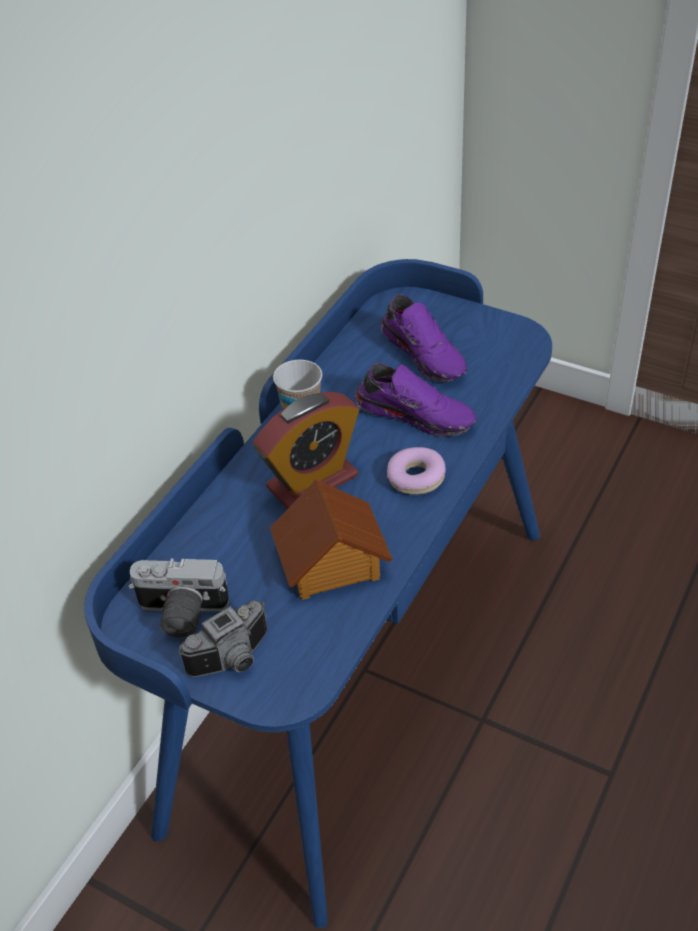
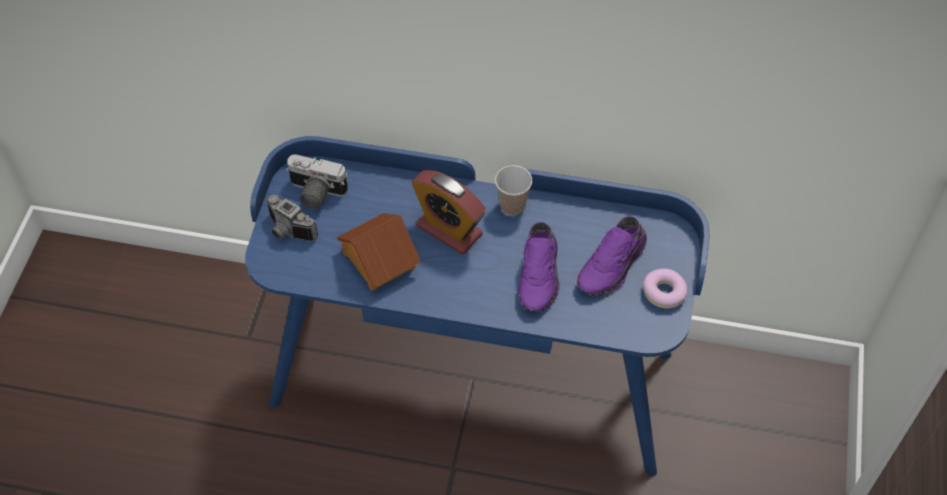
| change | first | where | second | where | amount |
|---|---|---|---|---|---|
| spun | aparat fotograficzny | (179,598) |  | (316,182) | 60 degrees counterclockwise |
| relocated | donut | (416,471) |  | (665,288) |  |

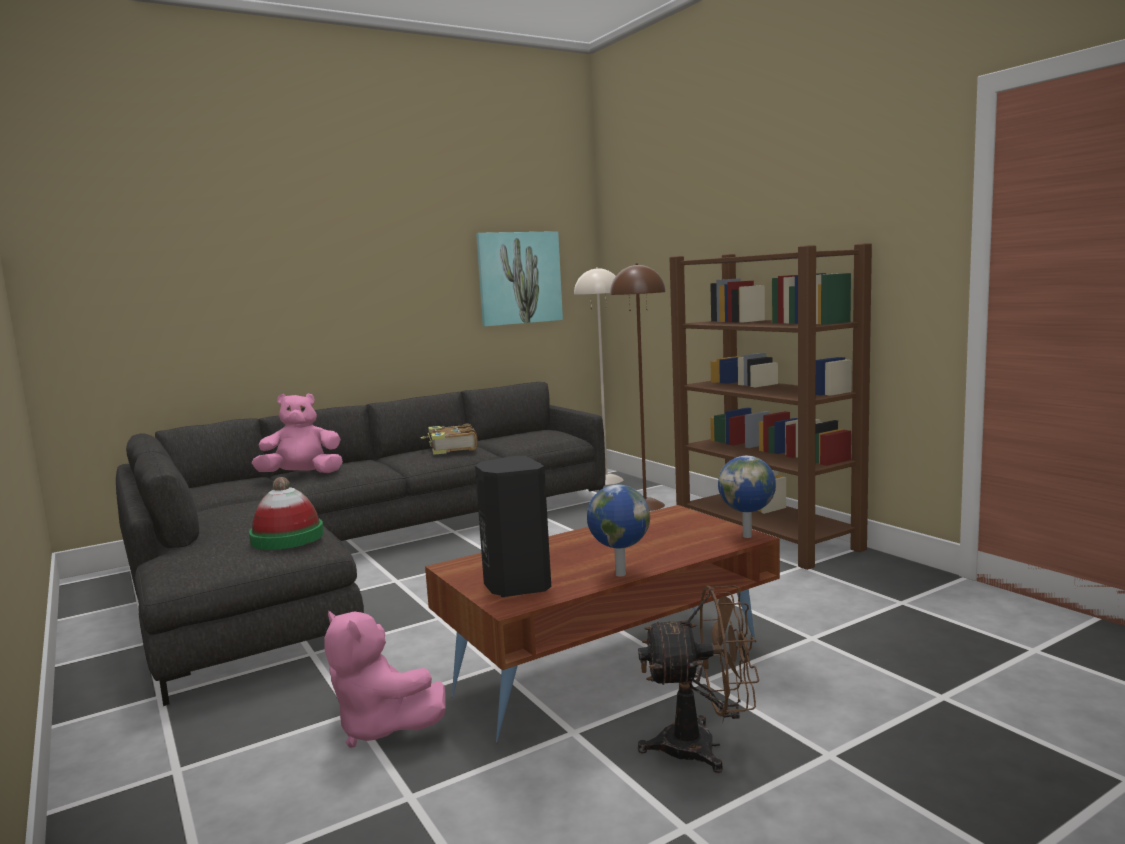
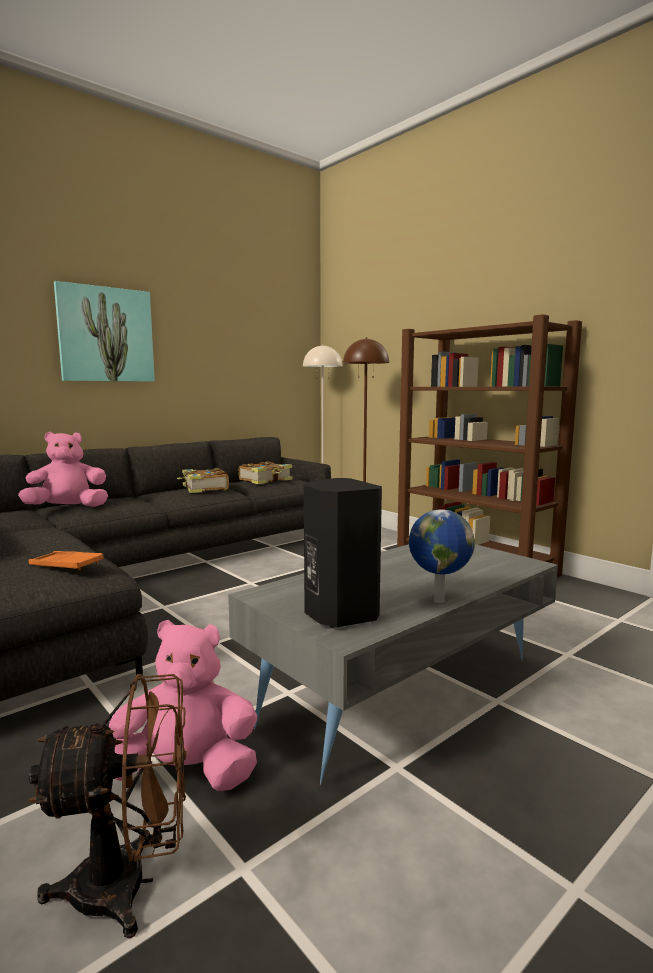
| change | first | where | second | where | amount |
|---|---|---|---|---|---|
| exchanged | kapelusz | (286,513) | taca (pomarańczowy) | (66,560) |  |
| relocated | wentylator (brązowy) | (698,679) |  | (107,806) |  |
| relocated | obraz | (519,278) |  | (104,331) |  |
| spun | pluszak (różowy) | (385,679) |  | (183,705) | 150 degrees clockwise |
| colour | ława (brązowy) | (602,624) | ława (szary) | (393,665) |  |
| appeared |  |  | książka | (265,472) |  |
| missing | globus | (747,497) |  |  |  |

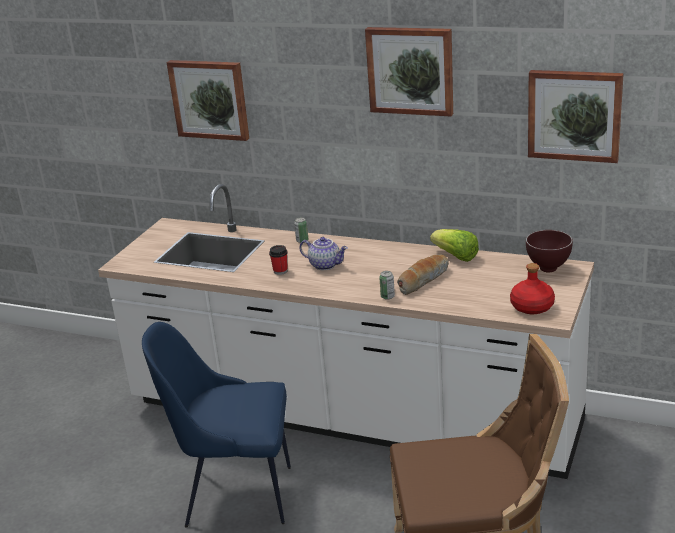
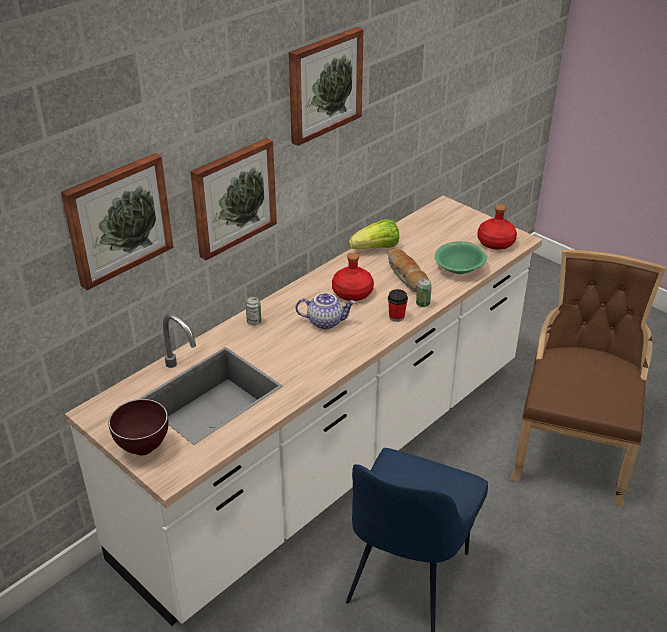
| change | first | where | second | where | amount |
|---|---|---|---|---|---|
| relocated | miska (brązowy) | (549,251) |  | (138,427) |  |
| relocated | obraz | (576,116) |  | (233,199) |  |
| spun | imbryk | (323,253) |  | (325,311) | 45 degrees clockwise |
| appeared |  |  | butelka (czerwony) | (353,277) |  |
| relocated | filiżanka | (278,260) |  | (398,305) |  |
| appeared |  |  | miska (zielony) | (461,257) |  |

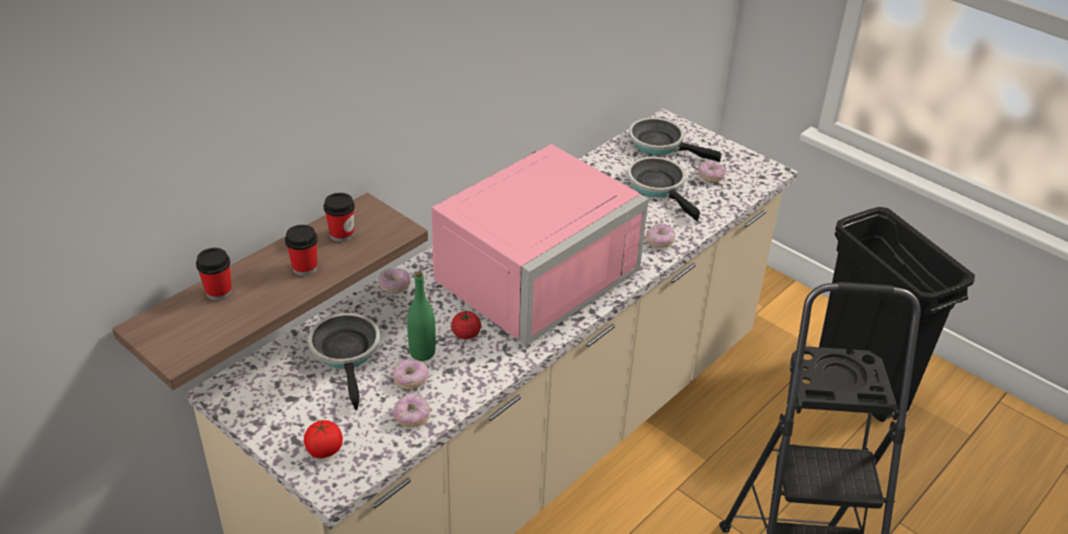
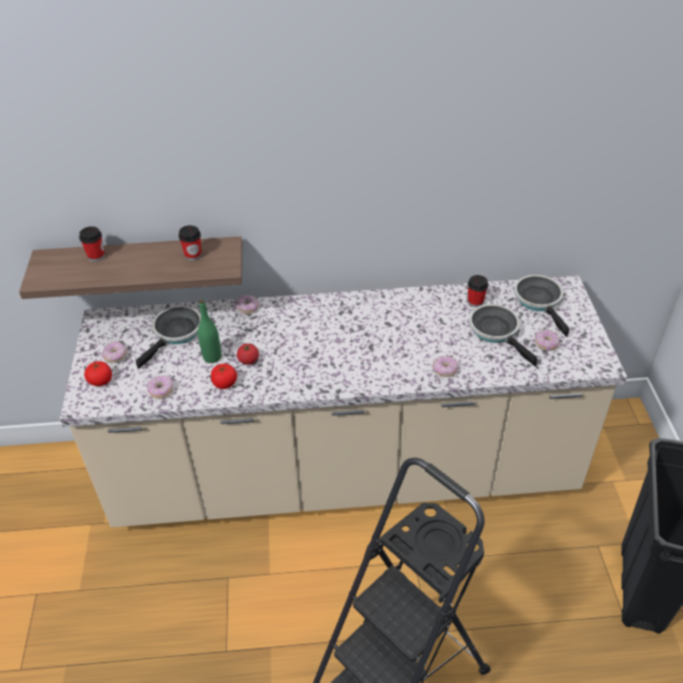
| change | first | where | second | where | amount |
|---|---|---|---|---|---|
| relocated | donut | (410,374) |  | (114,352) |  |
| appeared |  |  | pomidor | (224,376) |  |
| relocated | filiżanka | (301,250) |  | (478,291) |  |
| spun | patelnia | (663,189) |  | (503,335) | 45 degrees counterclockwise |
| missing | mikrofalówka (różowy) | (540,244) |  |  |  |

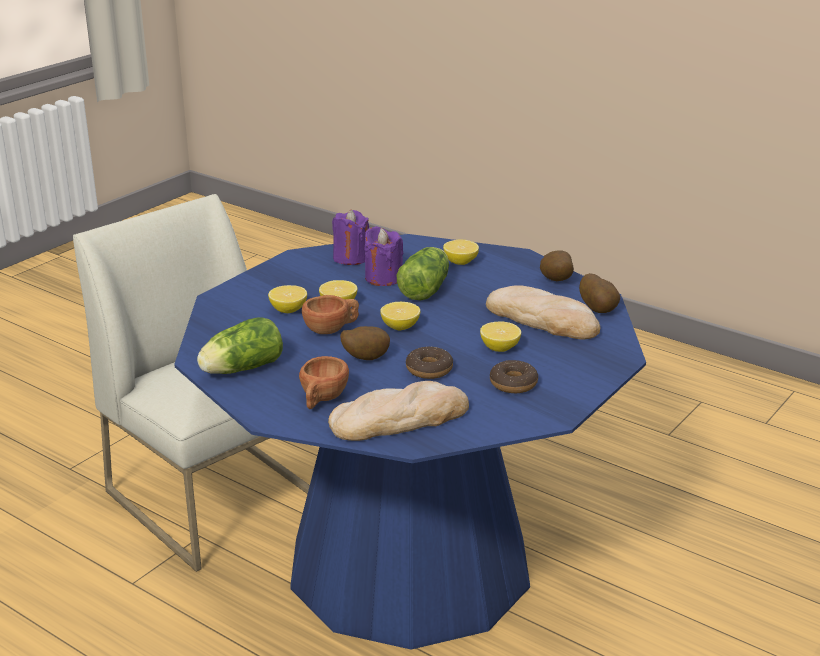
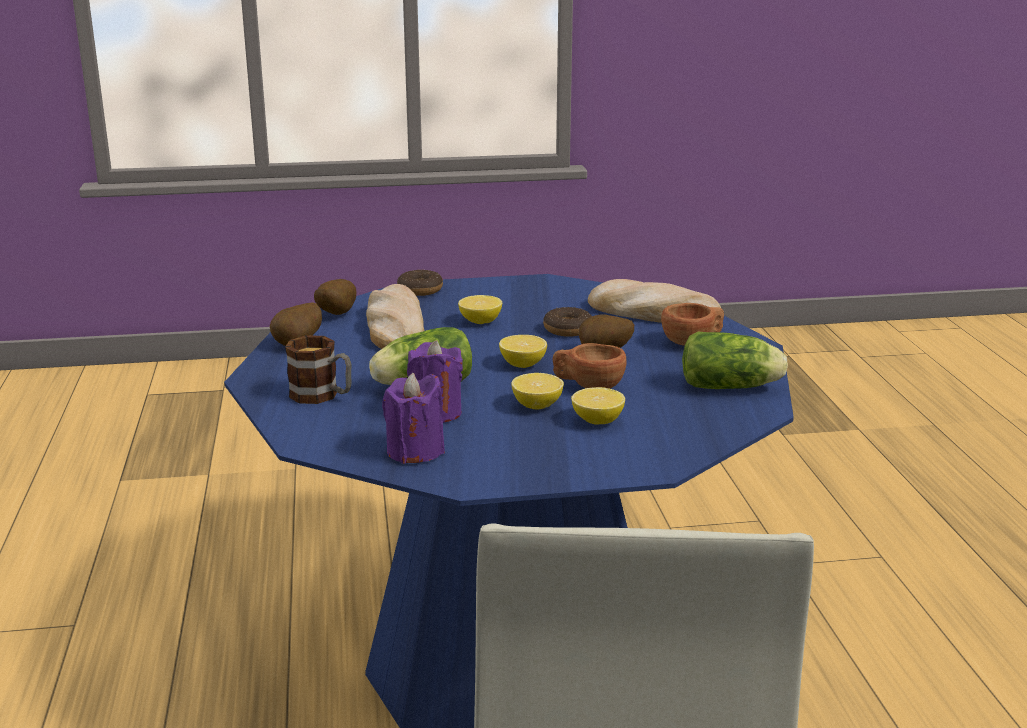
| change | first | where | second | where | amount |
|---|---|---|---|---|---|
| exchanged | cytryna | (461,252) | kubek | (318,369) |  |
| relocated | donut | (514,376) |  | (420,283) |  |

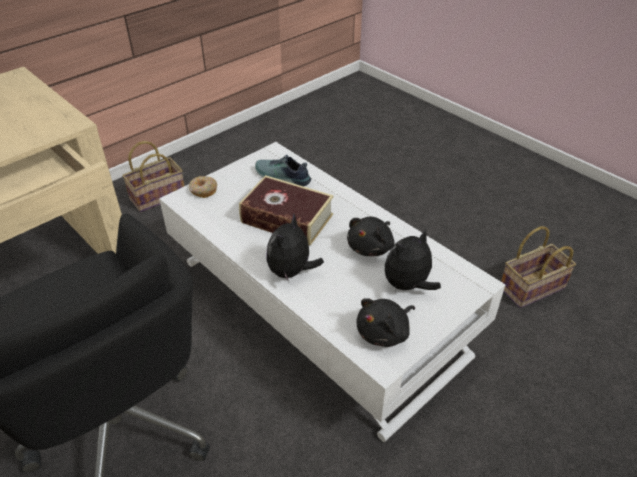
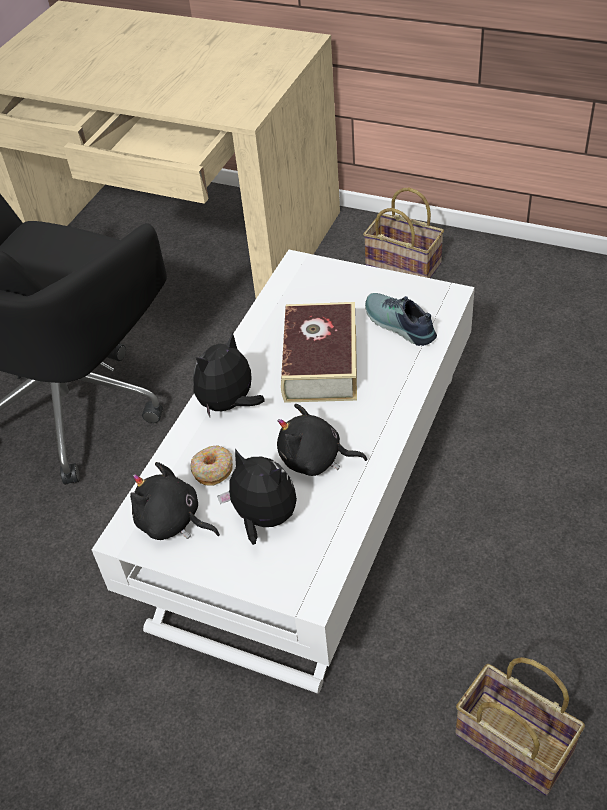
| change | first | where | second | where | amount |
|---|---|---|---|---|---|
| relocated | donut | (203,187) |  | (211,465) |  |
| spun | pluszak | (295,248) |  | (229,374) | 45 degrees counterclockwise |
| spun | but | (283,171) |  | (401,319) | 45 degrees counterclockwise |

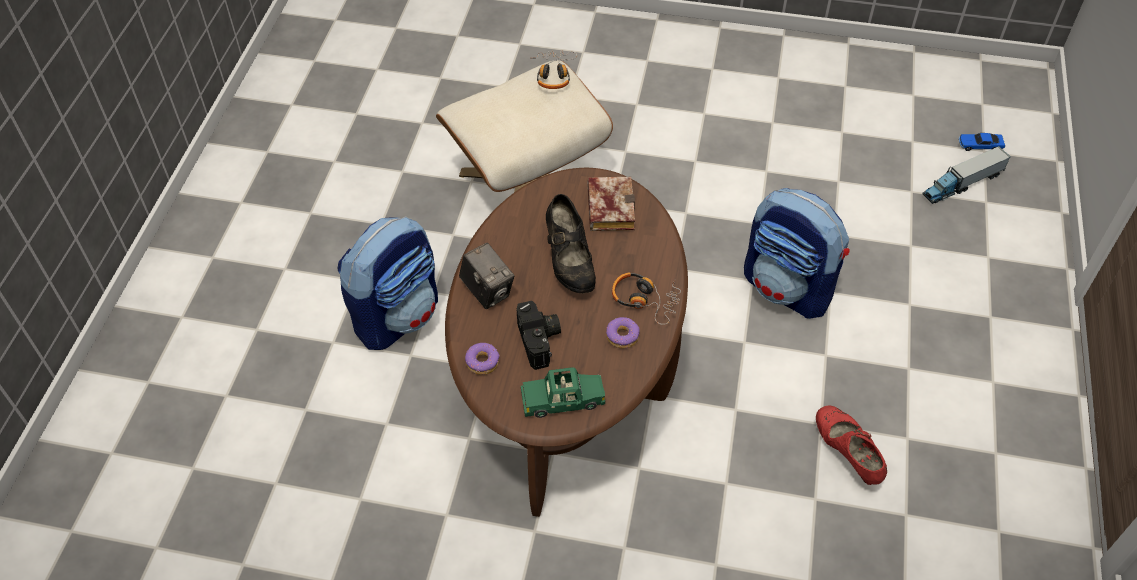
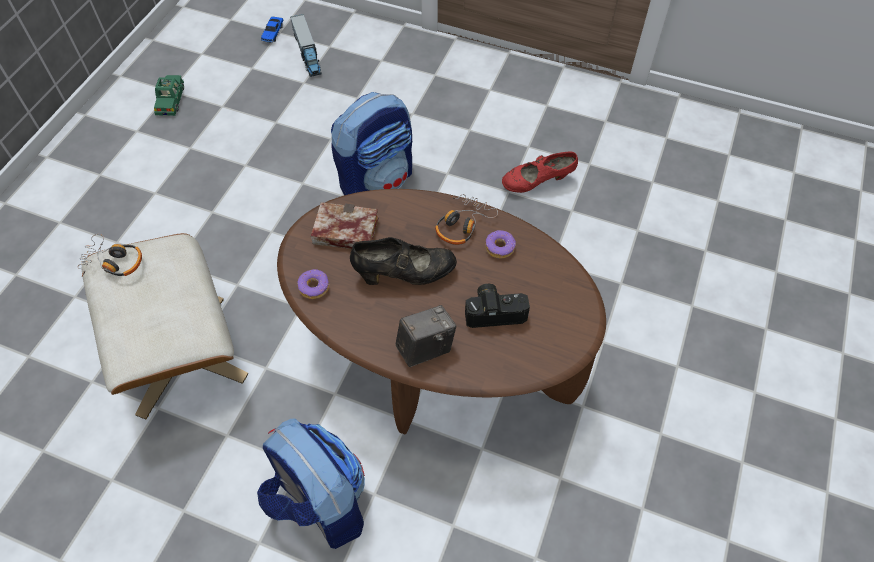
| change | first | where | second | where | amount |
|---|---|---|---|---|---|
| relocated | samochodzik (zielony) | (563,392) |  | (169,95) |  |
| relocated | donut | (482,359) |  | (313,284) |  |

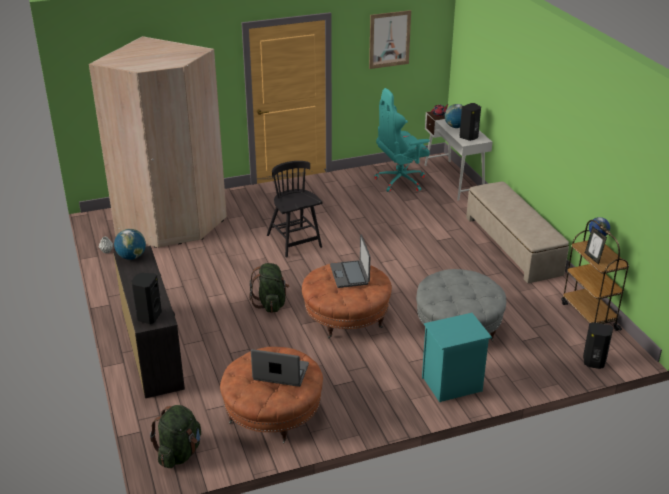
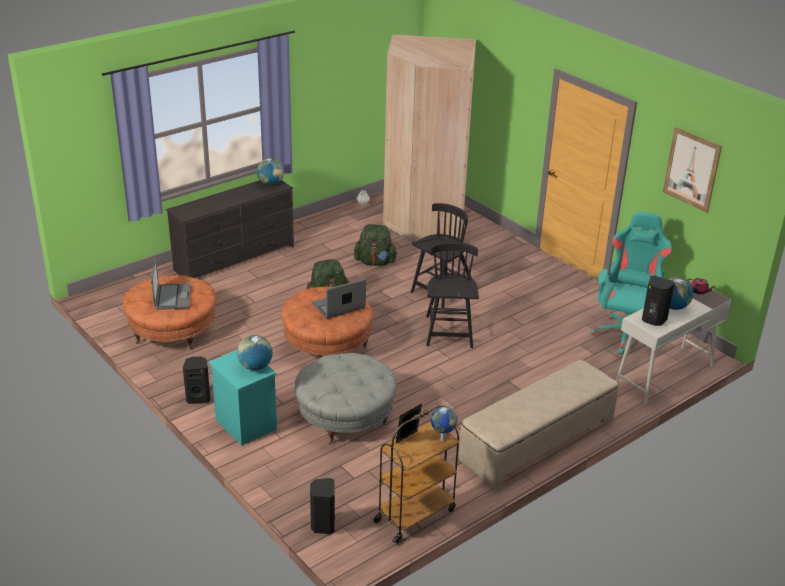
| change | first | where | second | where | amount |
|---|---|---|---|---|---|
| relocated | głośnik (czarny) | (146,298) |  | (197,380) |  |
| appeared |  |  | globus | (255,352) |  |
| relocated | plecak (zielony) | (175,436) |  | (375,245) |  |
| appeared |  |  | krzesło (czarny) | (452,295) |  |
| spun | krzesło biurowe (turkusowy) | (402,140) |  | (632,283) | 60 degrees clockwise |

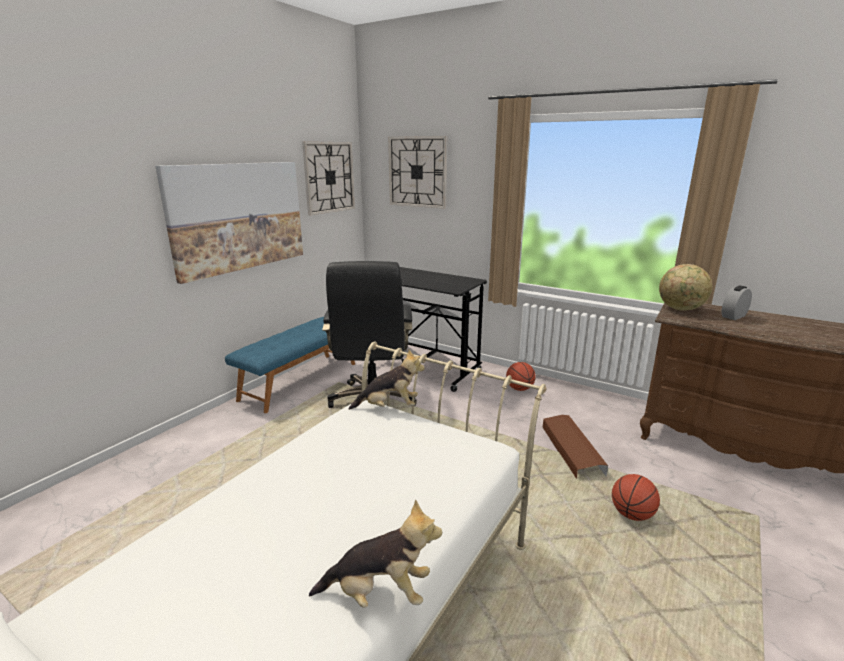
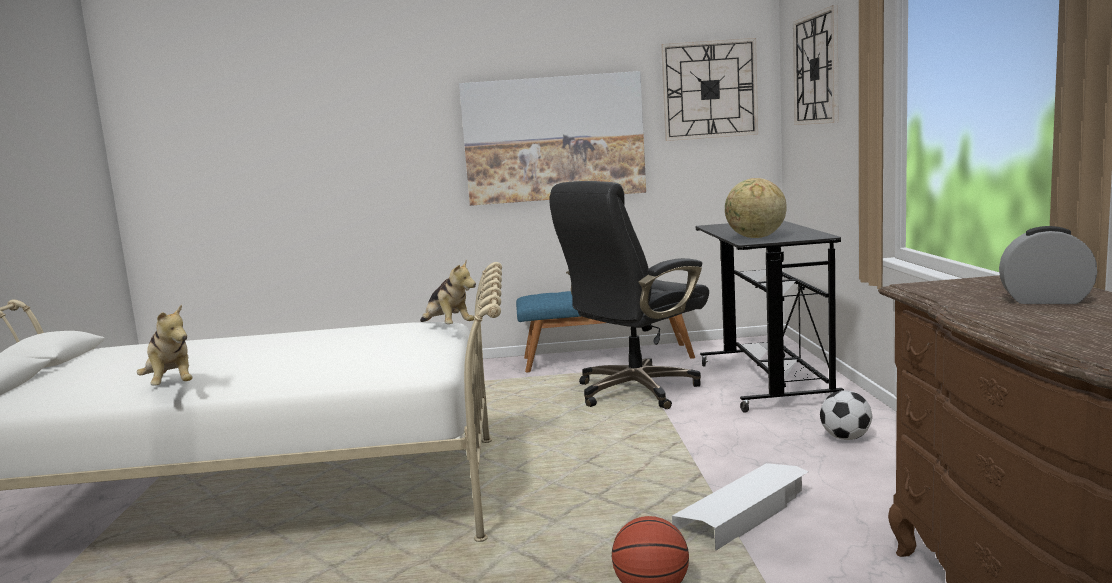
| change | first | where | second | where | amount |
|---|---|---|---|---|---|
| colour | pojemnik do przechowywania (brązowy) | (575,447) | pojemnik do przechowywania (biały) | (740,507) |  |
| relocated | globus | (685,287) |  | (756,208) |  |
| exchanged | piłka do koszykówki | (521,376) | piłka futbolowa | (846,415) |  |

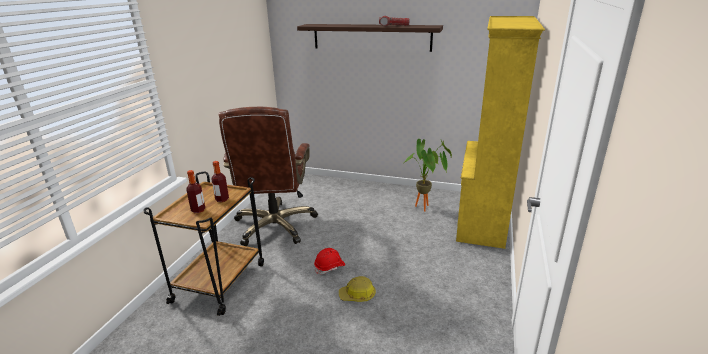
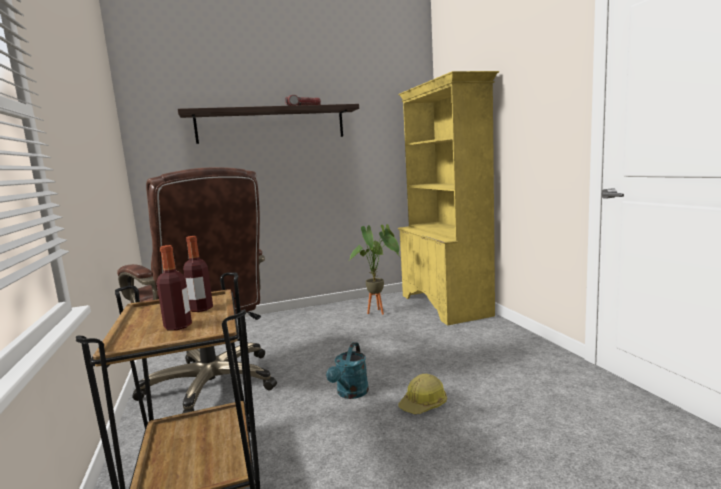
| change | first | where | second | where | amount |
|---|---|---|---|---|---|
| exchanged | kask (czerwony) | (329,261) | konewka (turkusowy) | (347,370) |  |

